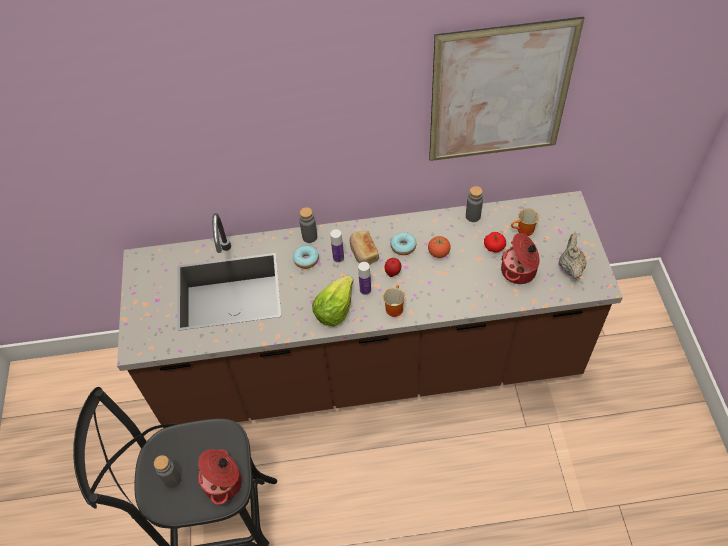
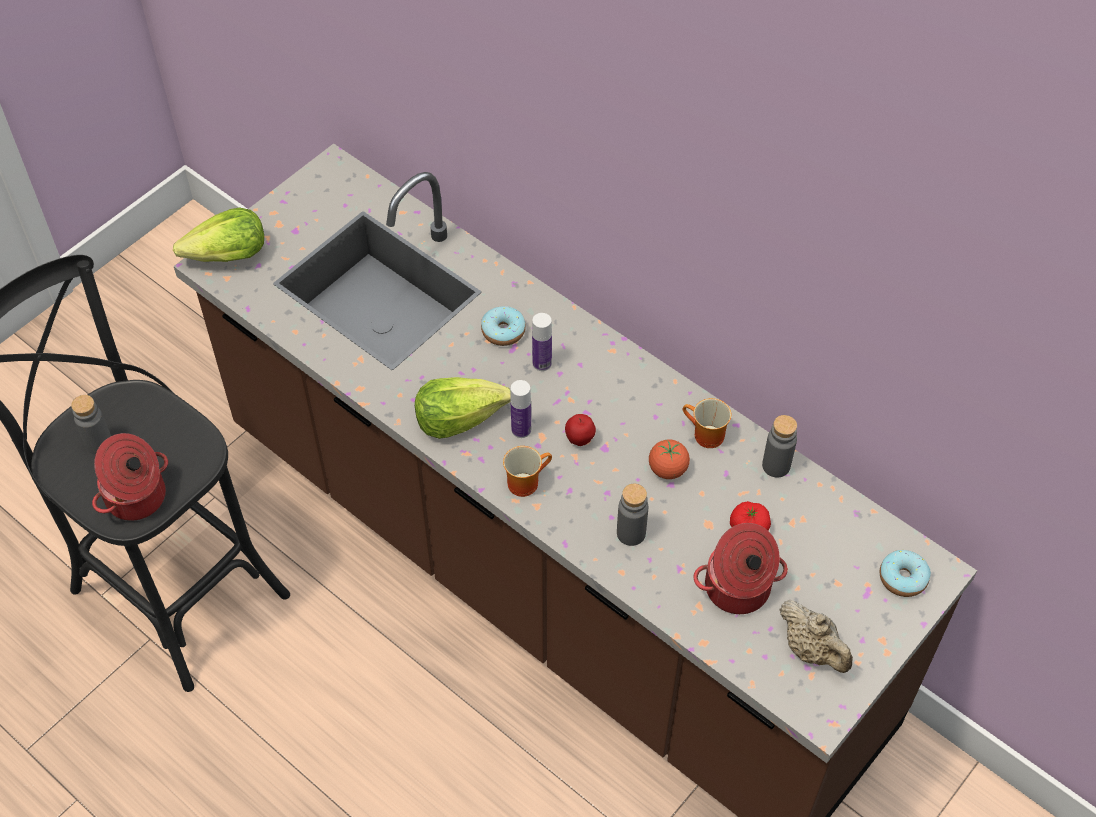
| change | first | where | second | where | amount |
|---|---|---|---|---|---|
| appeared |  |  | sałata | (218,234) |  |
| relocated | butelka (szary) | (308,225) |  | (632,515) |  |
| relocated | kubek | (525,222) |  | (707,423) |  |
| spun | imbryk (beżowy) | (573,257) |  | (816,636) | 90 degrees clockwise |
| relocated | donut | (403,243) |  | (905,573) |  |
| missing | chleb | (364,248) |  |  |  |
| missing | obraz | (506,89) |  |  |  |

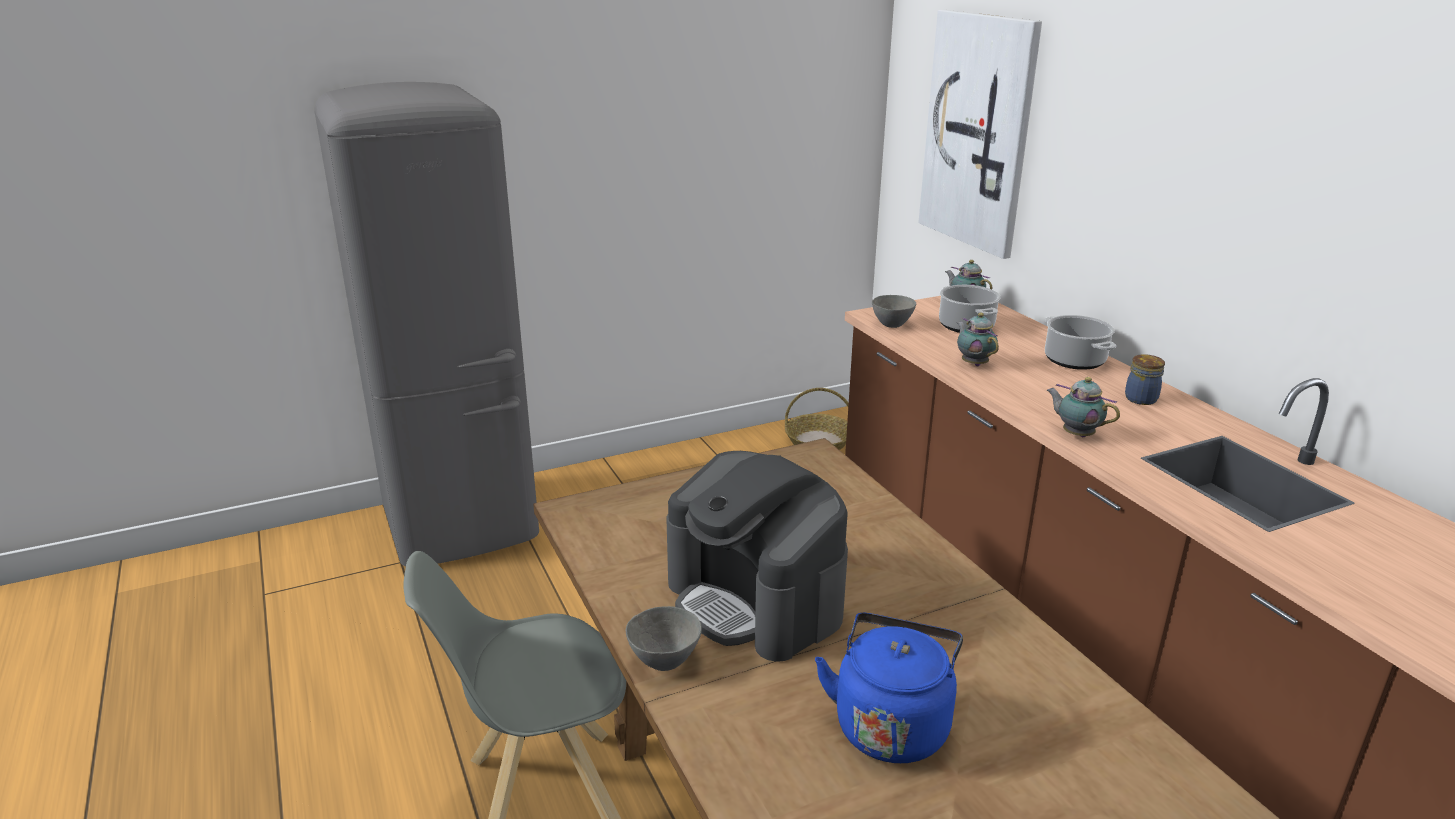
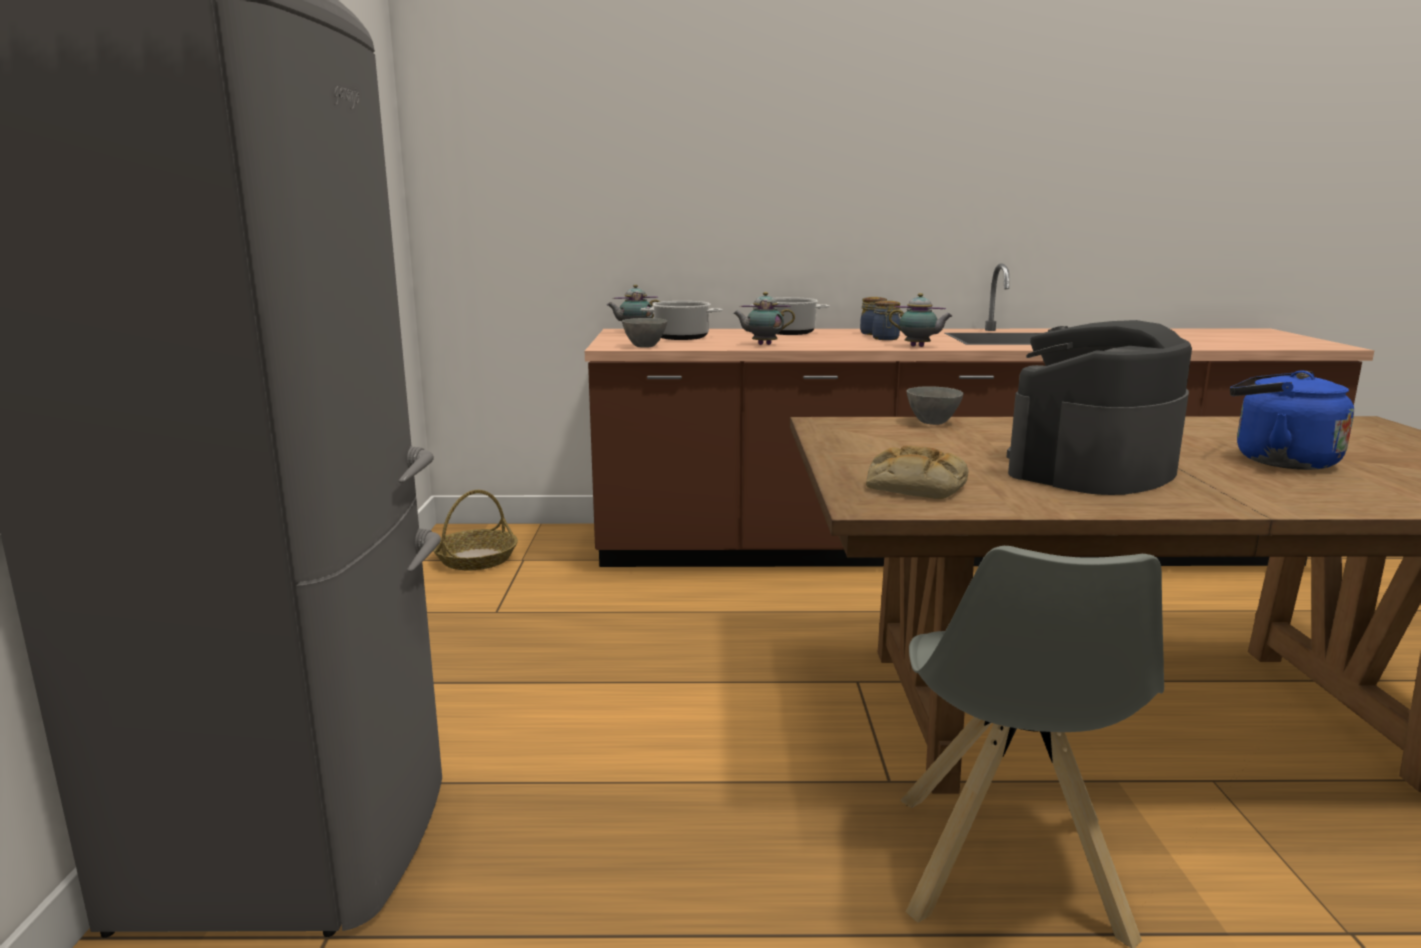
| change | first | where | second | where | amount |
|---|---|---|---|---|---|
| appeared |  |  | chleb | (917,472) |  |
| appeared |  |  | słoik | (886,320) |  |
| spun | imbryk | (1083,407) |  | (920,320) | 135 degrees counterclockwise |
| relocated | miska (szary) | (664,638) |  | (935,405) |  |
| spun | ekspres do kawy | (757,556) |  | (1099,407) | 150 degrees clockwise |
| missing | obraz | (980,134) |  |  |  |

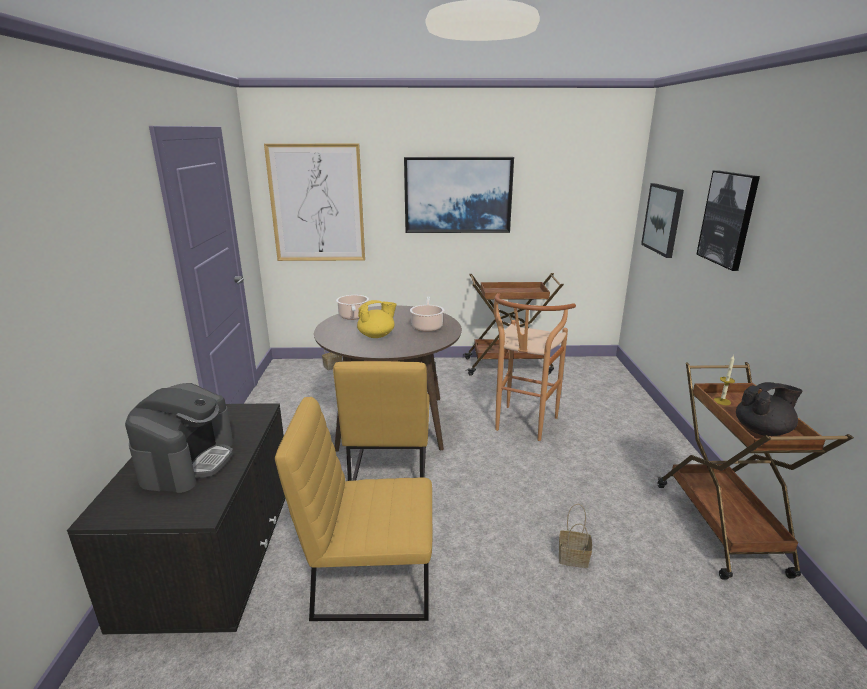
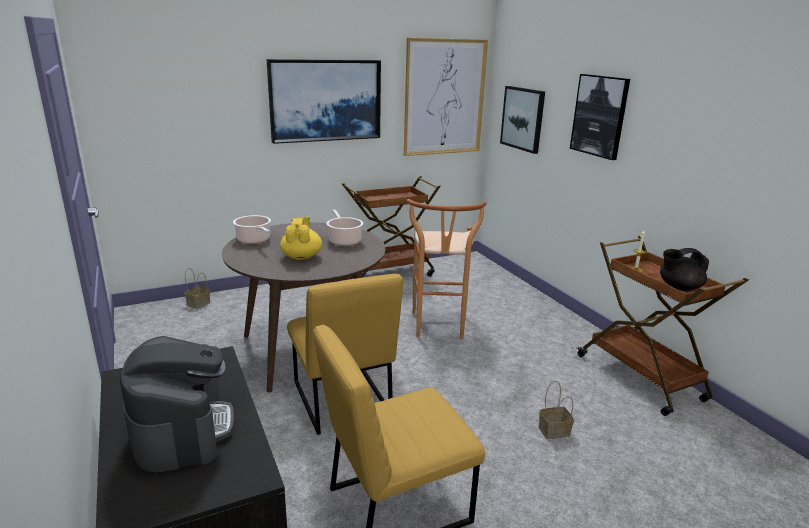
| change | first | where | second | where | amount |
|---|---|---|---|---|---|
| spun | imbryk (żółty) | (377,319) |  | (301,238) | 45 degrees counterclockwise |
| relocated | obraz | (314,202) |  | (446,97) |  |
| spun | imbryk (czarny) | (769,409) |  | (684,269) | 150 degrees counterclockwise |

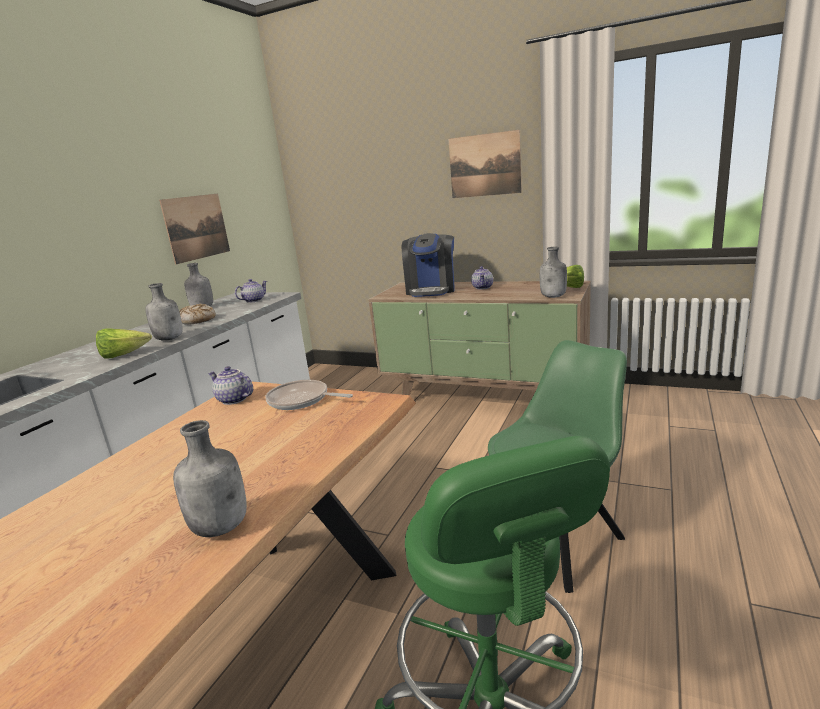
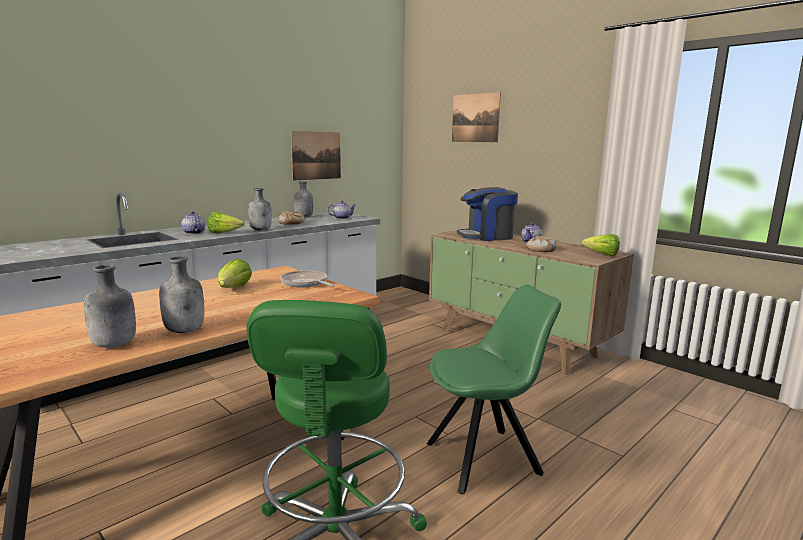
| change | first | where | second | where | amount |
|---|---|---|---|---|---|
| relocated | butelka (szary) | (553,272) |  | (110,306) |  |
| relocated | imbryk | (230,385) |  | (193,222) |  |
| appeared |  |  | sałata | (235,273) |  |
| relocated | obraz | (485,164) |  | (476,117) |  |
| spun | ekspres do kawy | (428,265) |  | (487,214) | 45 degrees clockwise |
| appeared |  |  | chleb | (541,244) |  |

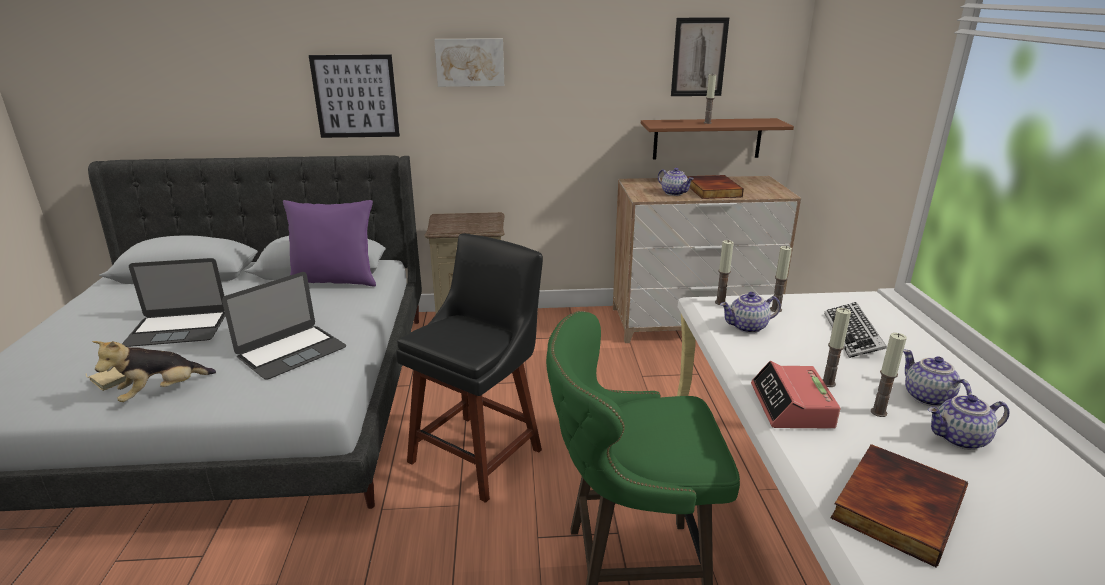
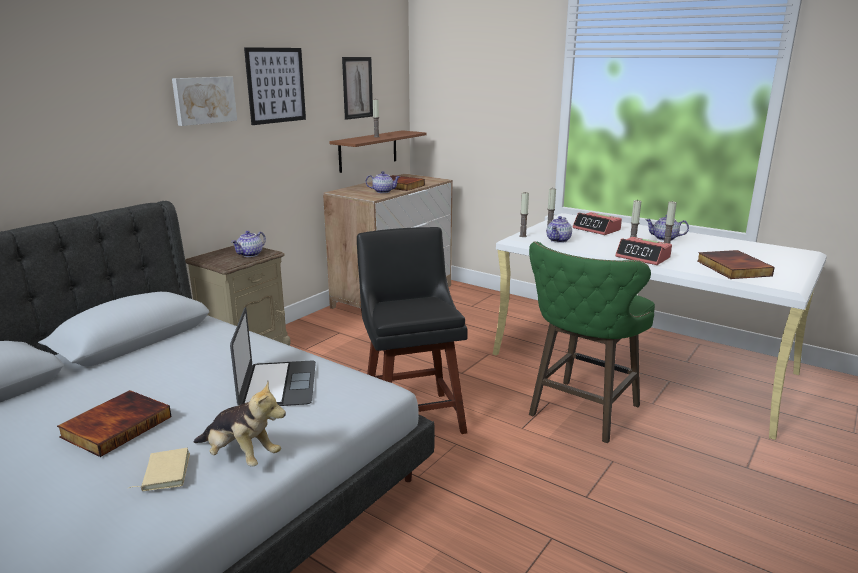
| change | first | where | second | where | amount |
|---|---|---|---|---|---|
| exchanged | laptop | (174,302) | książka | (114,423) |  |
| spun | pluszak | (154,371) |  | (240,424) | 60 degrees counterclockwise |
| relocated | imbryk | (968,422) |  | (248,244) |  |
| relocated | obraz | (354,96) |  | (275,86) |  |
| exchanged | klawiatura | (855,330) | budzik | (597,223) |  |
| missing | poduszka (fioletowy) | (329,243) |  |  |  |

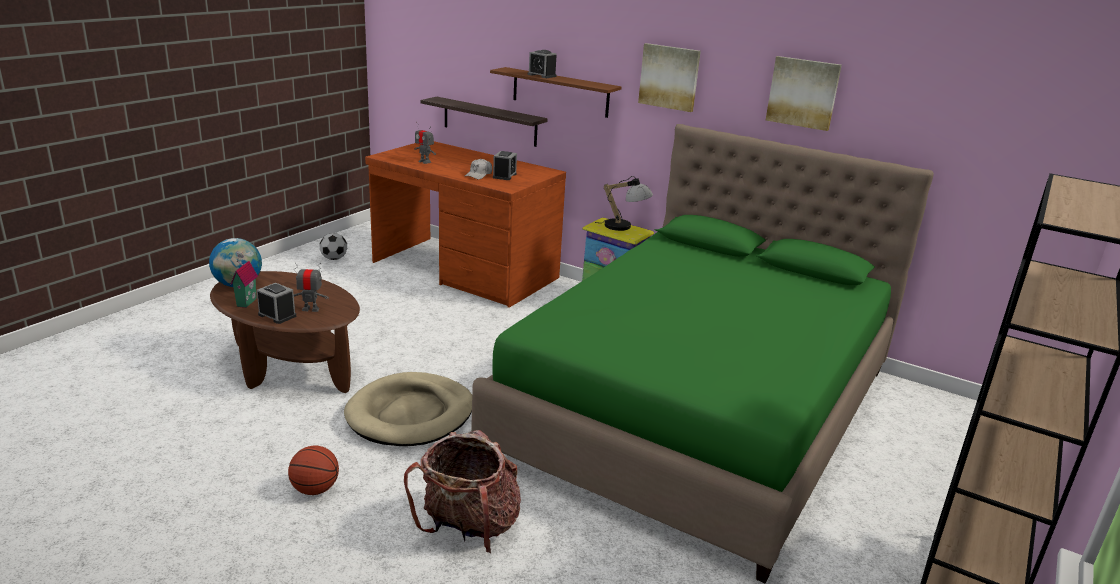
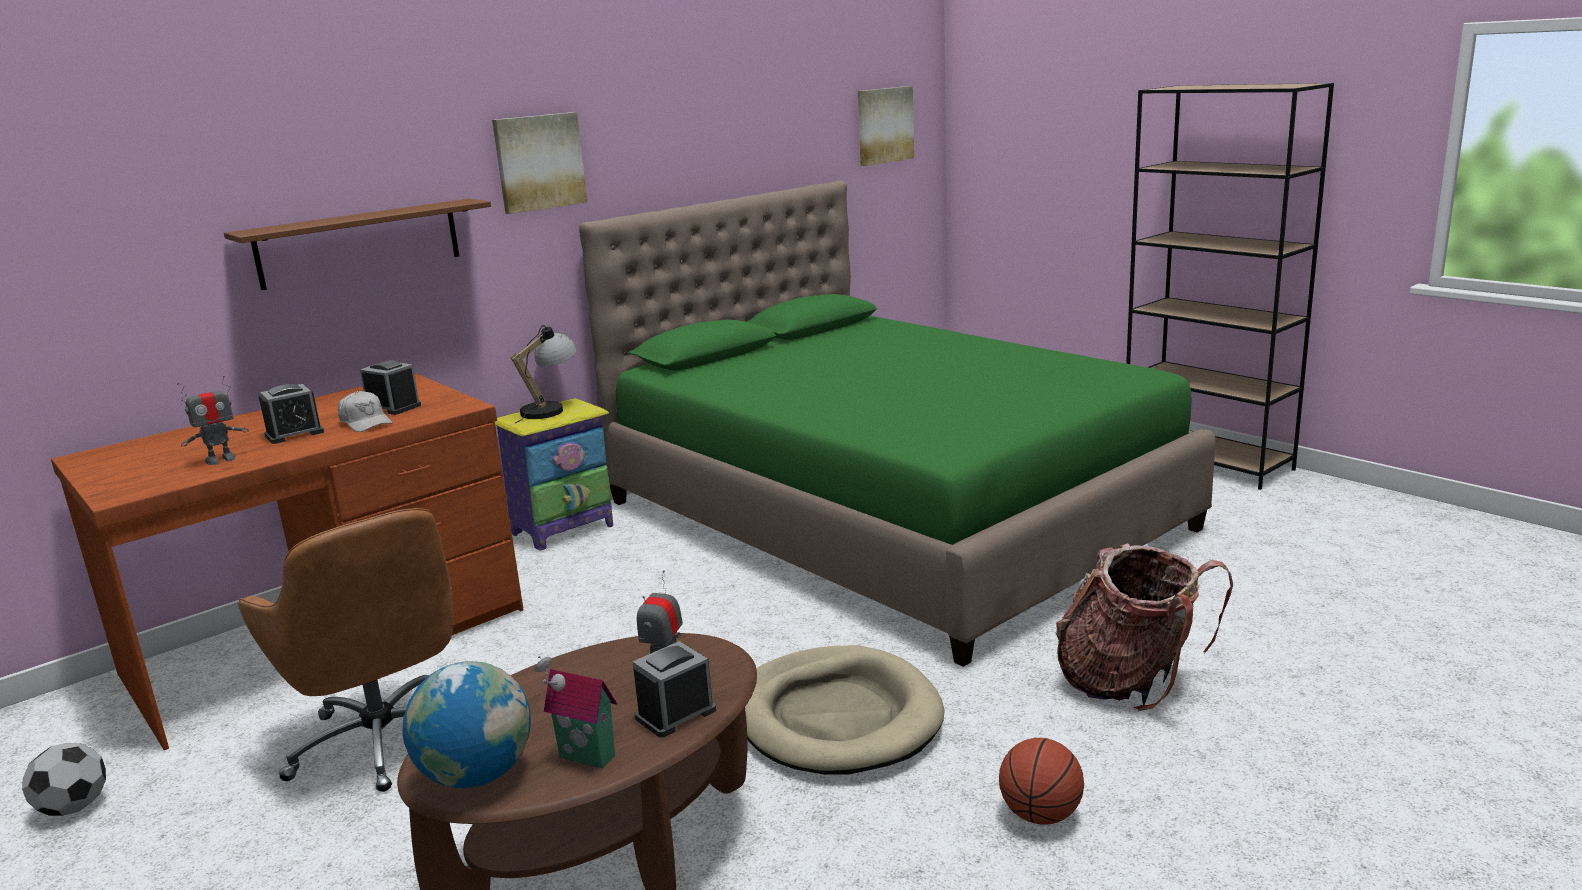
| change | first | where | second | where | amount |
|---|---|---|---|---|---|
| appeared |  |  | krzesło biurowe (brązowy) | (346,650) |  |
| relocated | budzik | (542,64) |  | (291,414) |  |
| relocated | obraz | (804,93) |  | (886,126) |  |
| missing | półka | (484,122) |  |  |  |

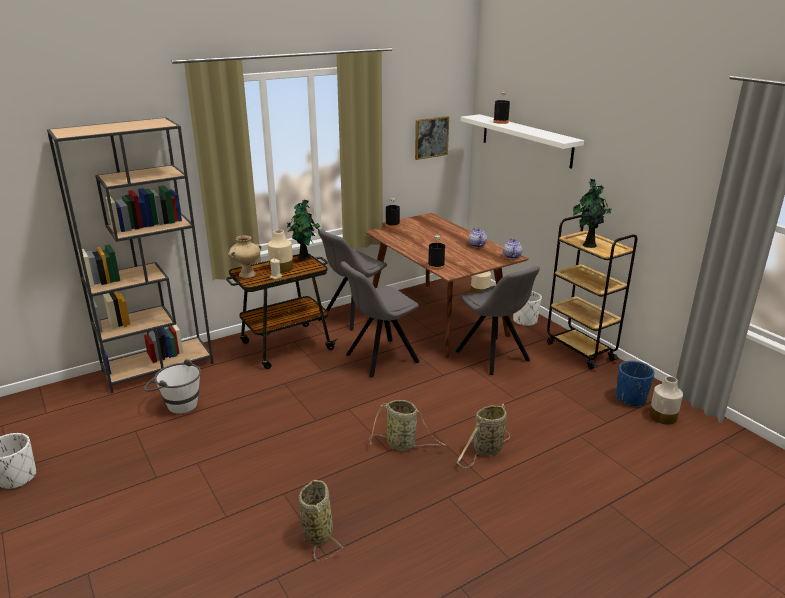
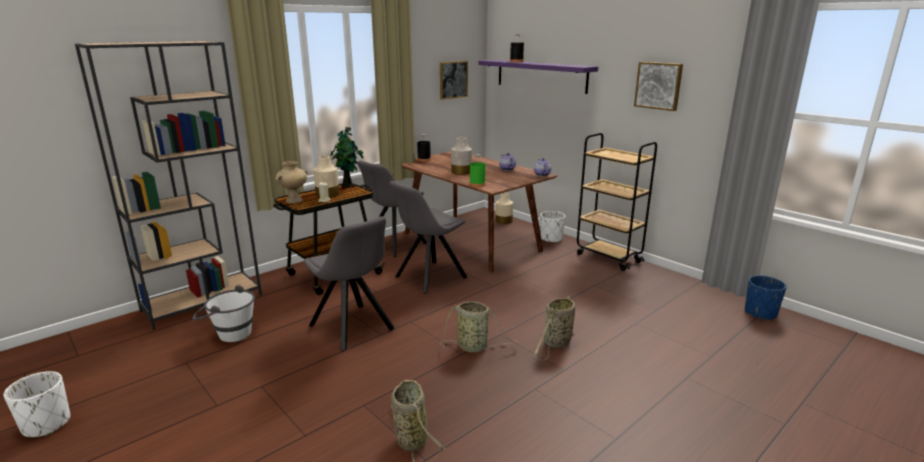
| change | first | where | second | where | amount |
|---|---|---|---|---|---|
| relocated | krzesło (szary) | (498,320) |  | (349,283) |  |
| relocated | wazon (beżowy) | (666,400) |  | (461,156) |  |
| colour | butelka (czarny) | (436,252) | butelka (zielony) | (477,170) |  |
| colour | półka (biały) | (522,141) | półka (fioletowy) | (538,77) |  |
| appeared |  |  | obraz | (658,86) |  |
| relocated | donica (niebieski) | (635,384) |  | (766,298) |  |
| missing | roślina doniczkowa | (592,213) |  |  |  |

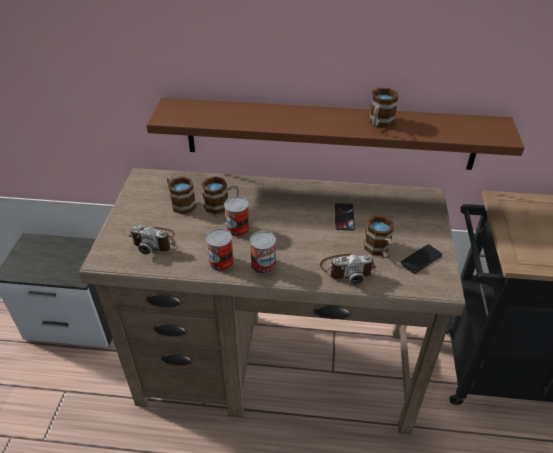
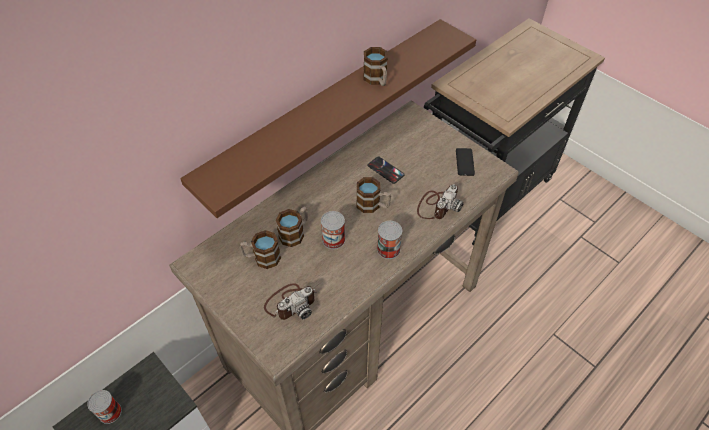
| change | first | where | second | where | amount |
|---|---|---|---|---|---|
| relocated | puszka | (220,250) |  | (104,407) |  |
| relocated | kubek | (379,236) |  | (374,195) |  |

